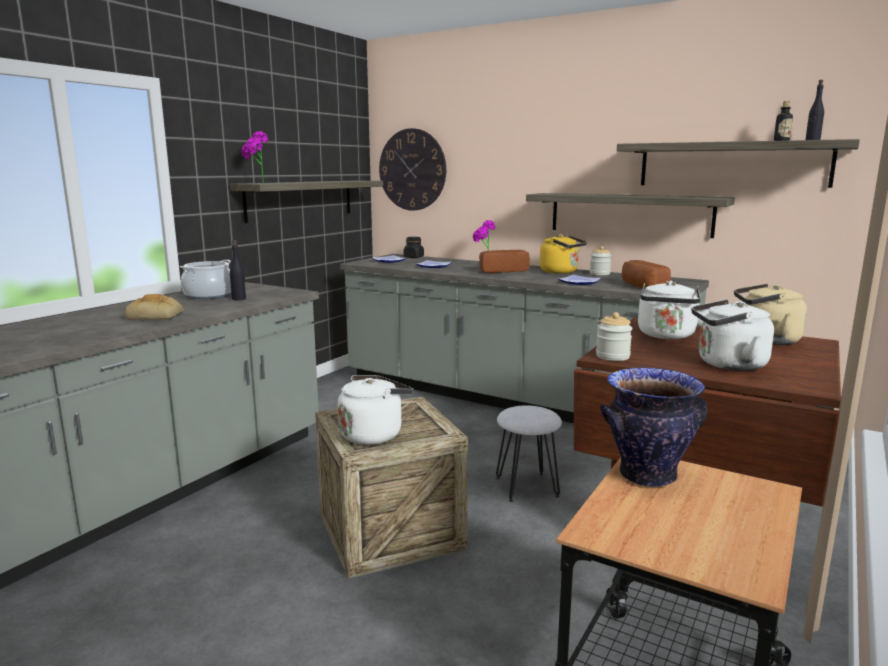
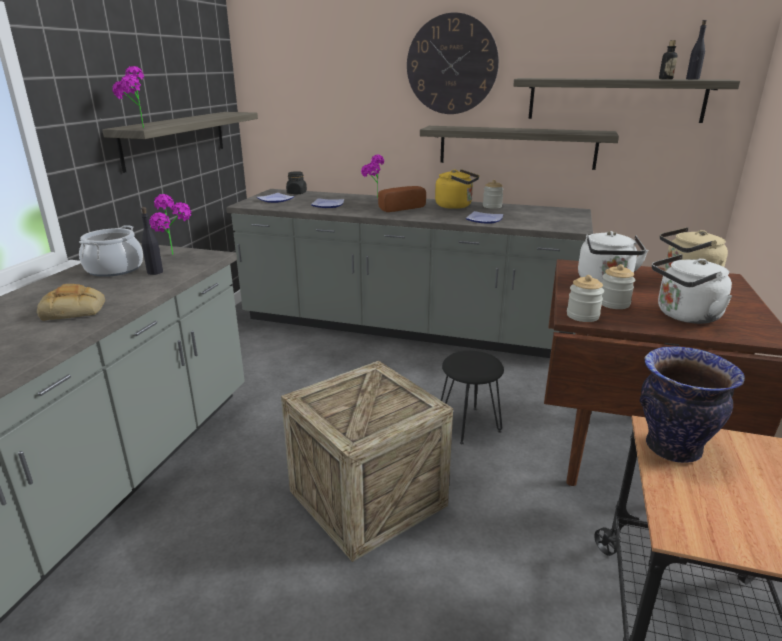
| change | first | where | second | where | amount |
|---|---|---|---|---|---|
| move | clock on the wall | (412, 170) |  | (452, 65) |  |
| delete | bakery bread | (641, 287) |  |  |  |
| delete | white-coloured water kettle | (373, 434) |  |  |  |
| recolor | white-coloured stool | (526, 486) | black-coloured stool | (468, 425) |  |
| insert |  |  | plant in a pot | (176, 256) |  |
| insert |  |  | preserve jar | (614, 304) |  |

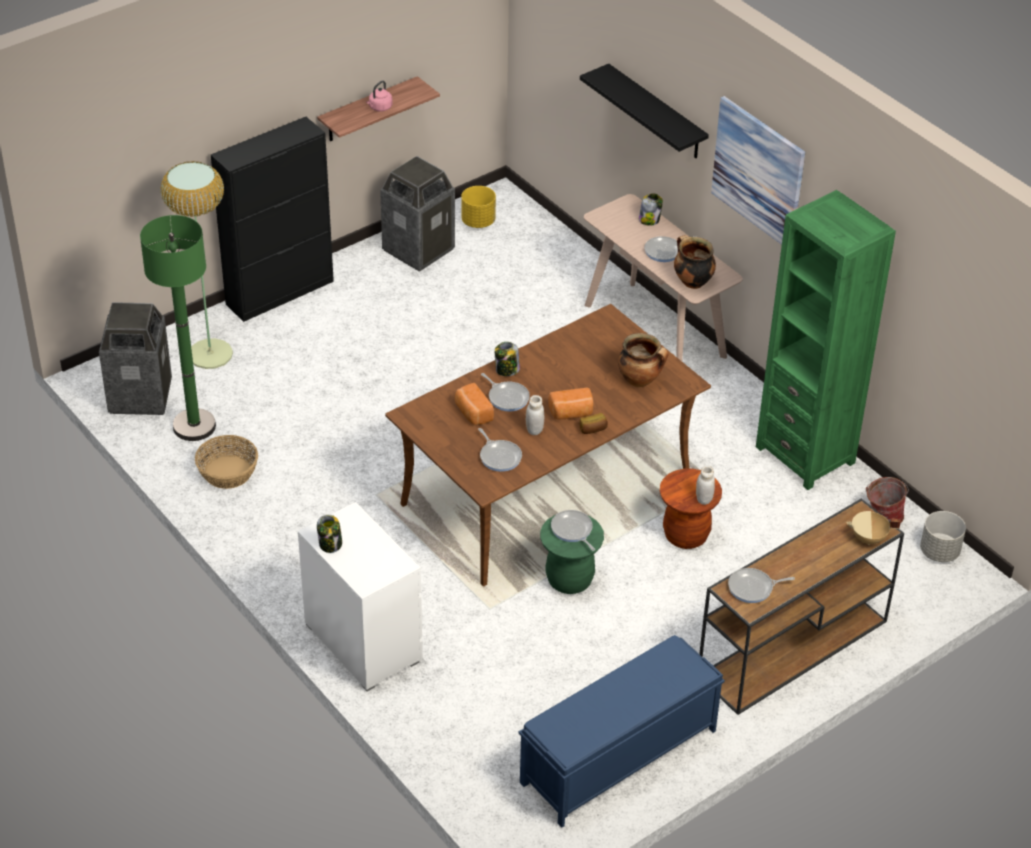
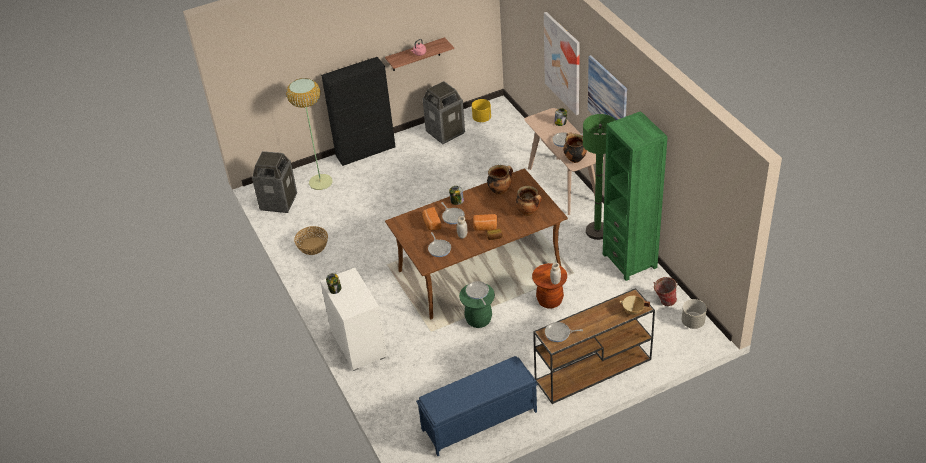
| change | first | where | second | where | amount |
|---|---|---|---|---|---|
| replace | black-coloured bracket shelf | (656, 113) | picture | (563, 63) |  |
| move | green standard lamp | (194, 426) |  | (597, 231) |  |
| insert |  |  | stockpot | (500, 190) |  |

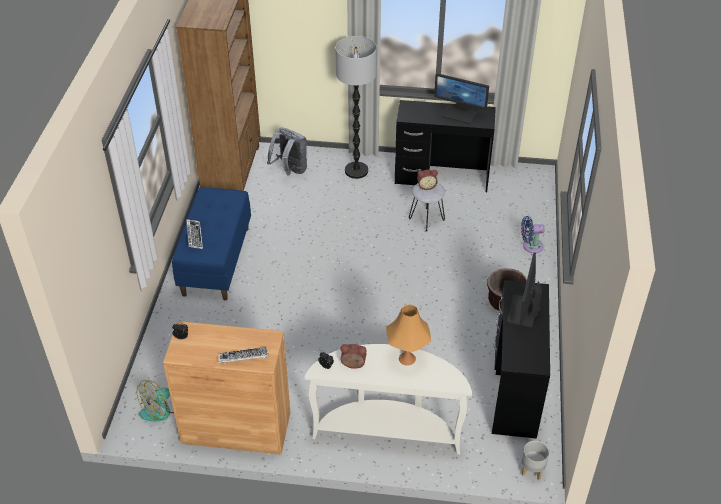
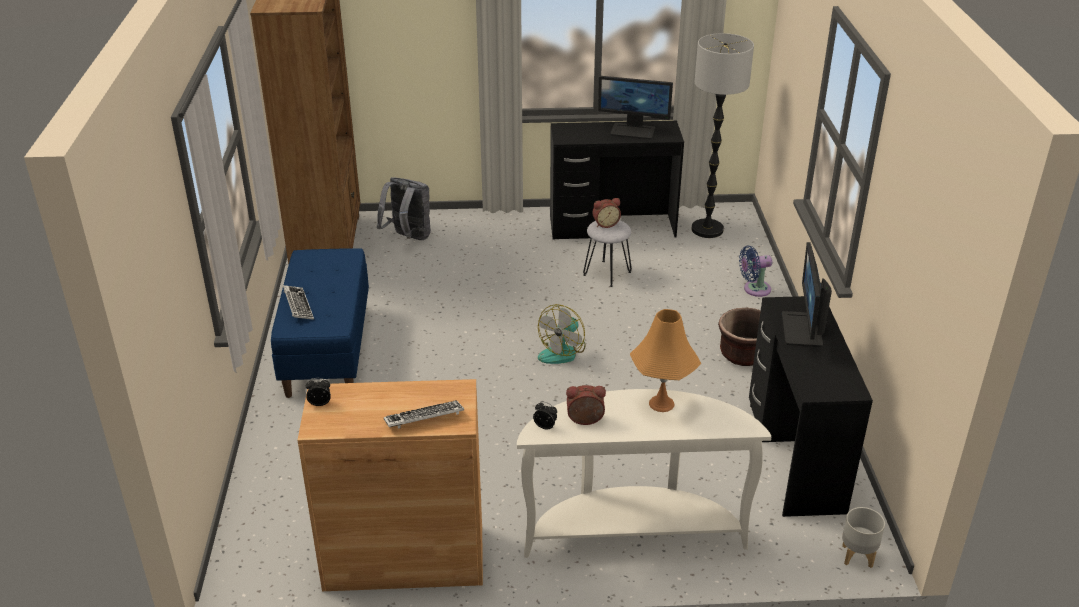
| change | first | where | second | where | amount |
|---|---|---|---|---|---|
| move | standard lamp | (356, 171) |  | (707, 229) |  |
| move | electric fan | (161, 409) |  | (562, 351) |  |

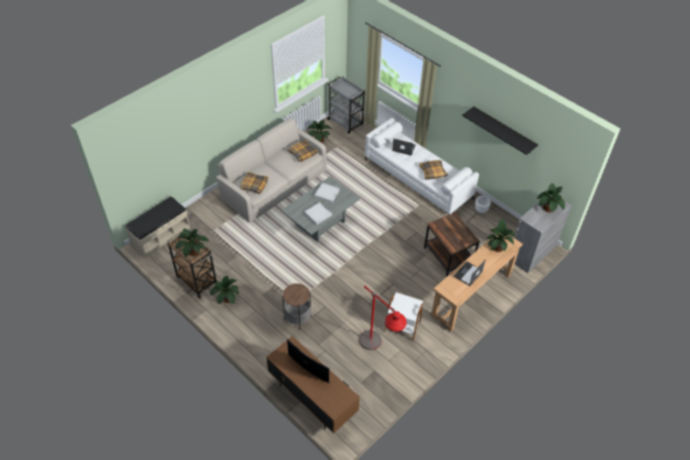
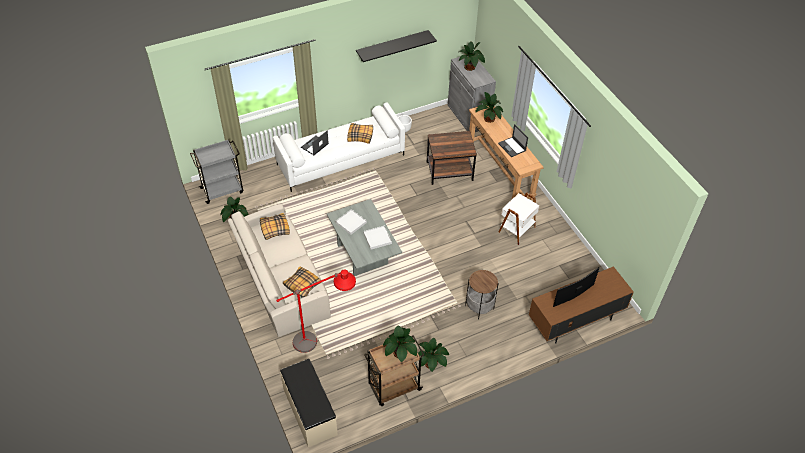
| change | first | where | second | where | amount |
|---|---|---|---|---|---|
| move | red-coloured standard lamp | (377, 353) |  | (322, 340) |  |

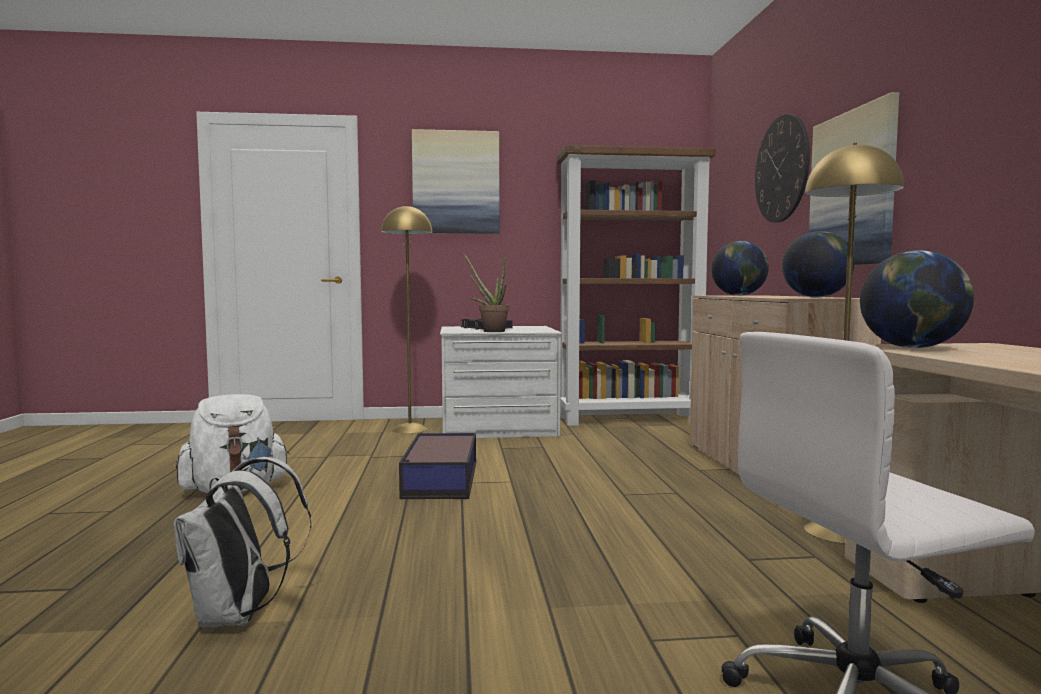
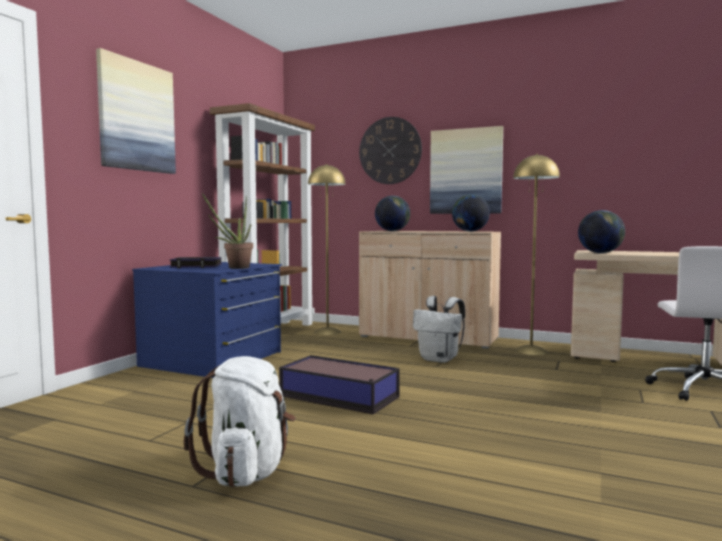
| change | first | where | second | where | amount |
|---|---|---|---|---|---|
| move | yellow standard lamp | (410, 429) |  | (327, 332) |  |
| recolor | white-coloured dresser | (498, 427) | blue dresser | (214, 359) |  |
| move | white-coloured knapsack | (239, 616) |  | (440, 359) |  |

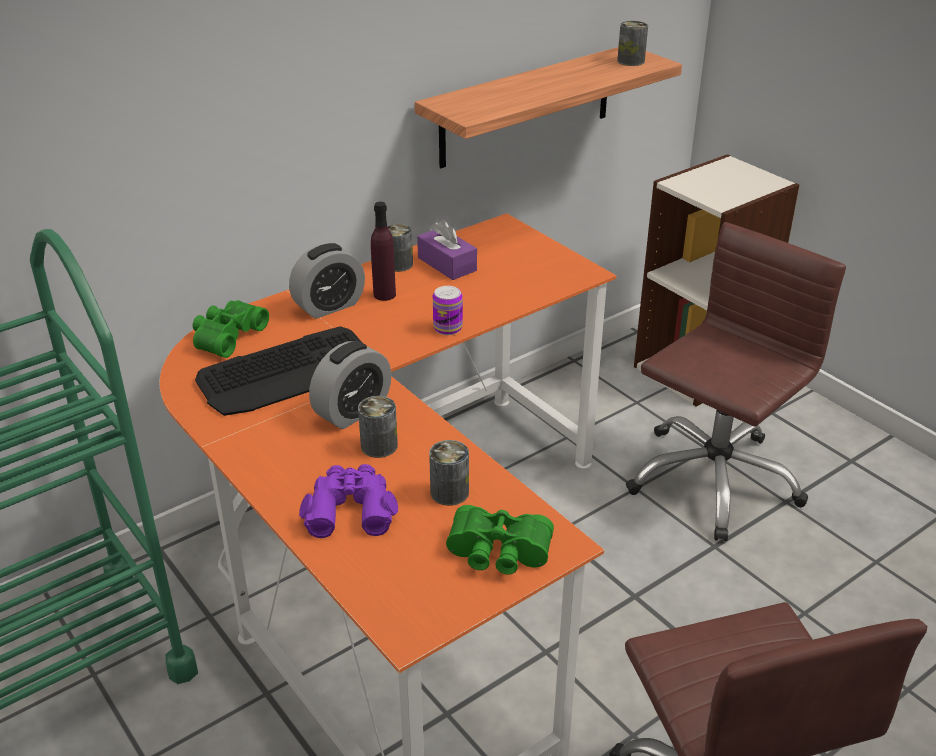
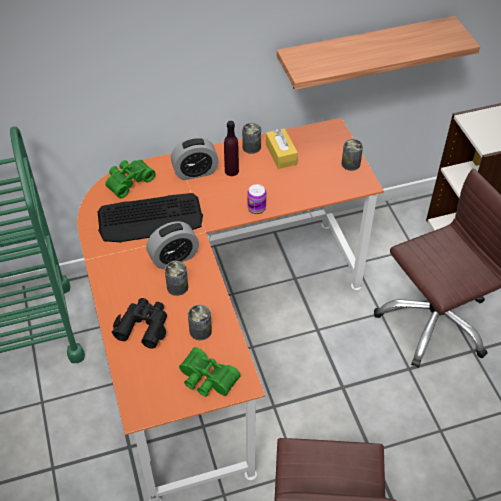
| change | first | where | second | where | amount |
|---|---|---|---|---|---|
| move | sealed can | (631, 61) |  | (350, 164) |  |
| recolor | purple tissue holder | (447, 264) | yellow tissue holder | (281, 154) |  |
| recolor | purple pair of binoculars | (350, 508) | black-coloured pair of binoculars | (143, 325) |  |

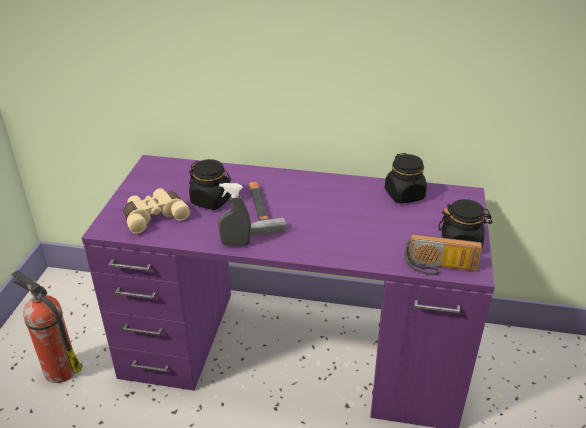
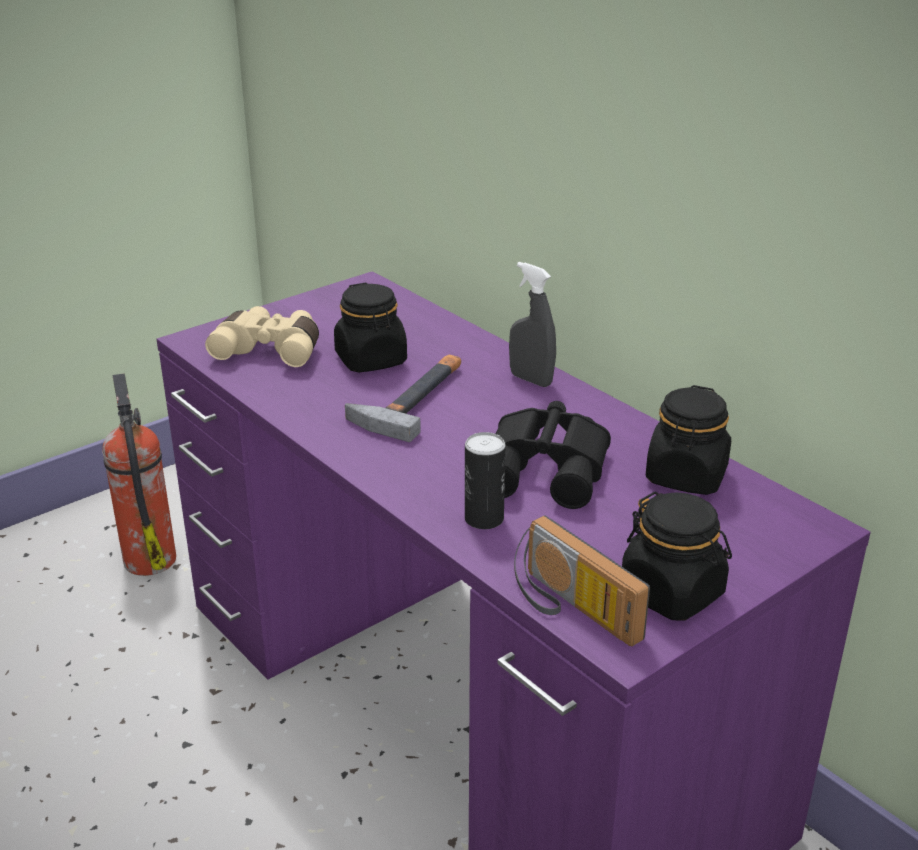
| change | first | where | second | where | amount |
|---|---|---|---|---|---|
| move | greyish spray bottle | (235, 244) |  | (531, 380) |  |
| insert |  |  | black-coloured pair of binoculars | (548, 468) |  |
| insert |  |  | sealed can | (484, 519) |  |

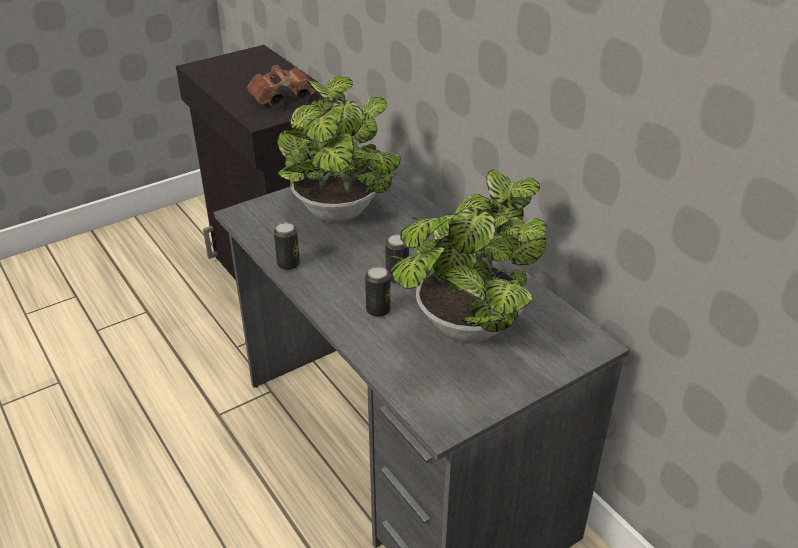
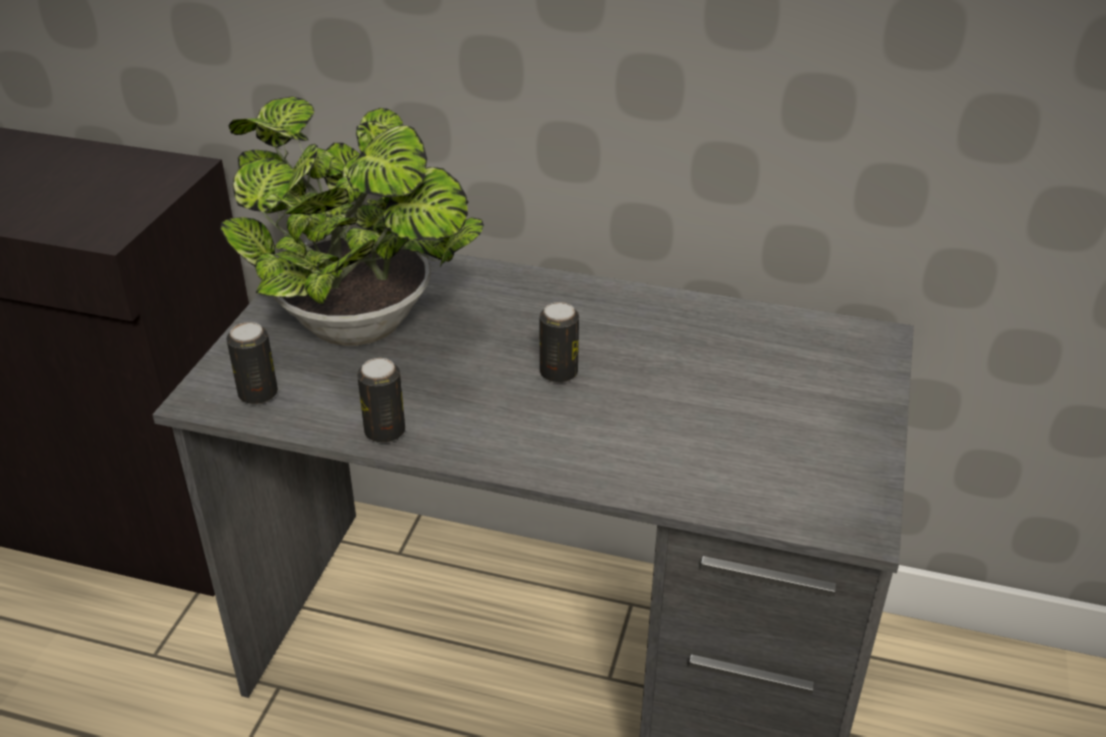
| change | first | where | second | where | amount |
|---|---|---|---|---|---|
| delete | brownish pair of binoculars | (282, 100) |  |  |  |
| delete | plant in a pot | (464, 330) |  |  |  |
| move | sealed can | (378, 310) |  | (258, 394) |  |

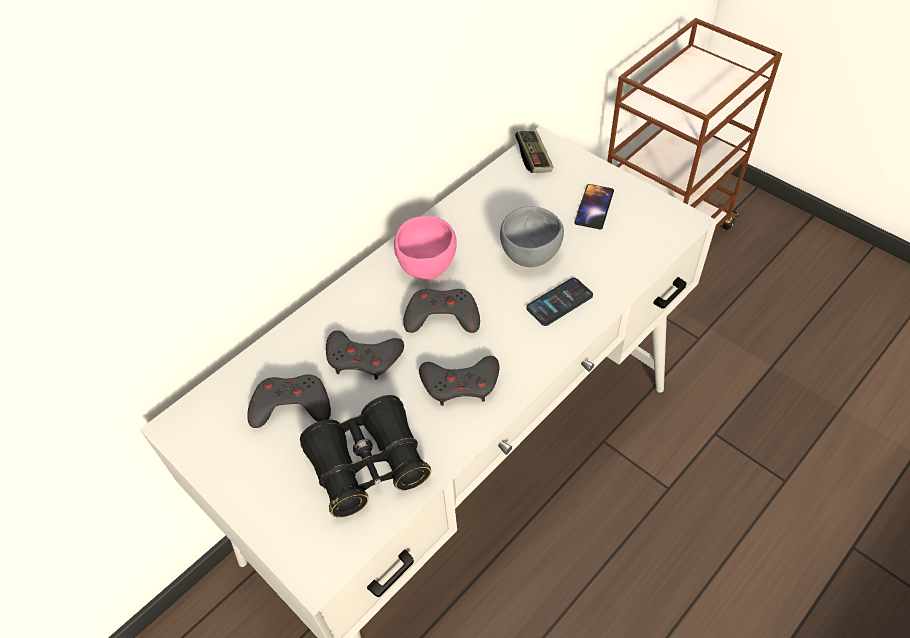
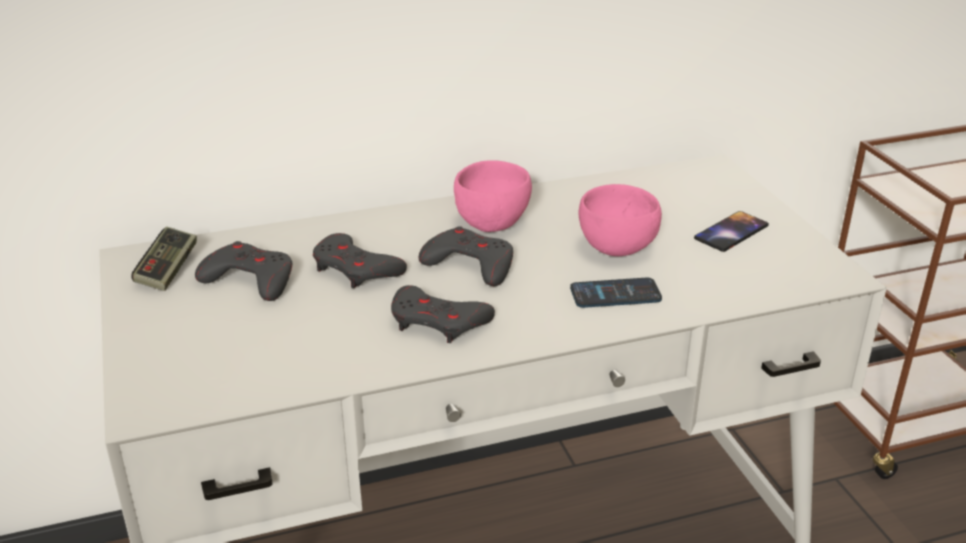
| change | first | where | second | where | amount |
|---|---|---|---|---|---|
| move | game controller | (533, 158) |  | (168, 270) |  |
| recolor | greyish deep dish | (532, 255) | pinkish deep dish | (619, 248) |  |
| delete | black-coloured pair of binoculars | (368, 465) |  |  |  |

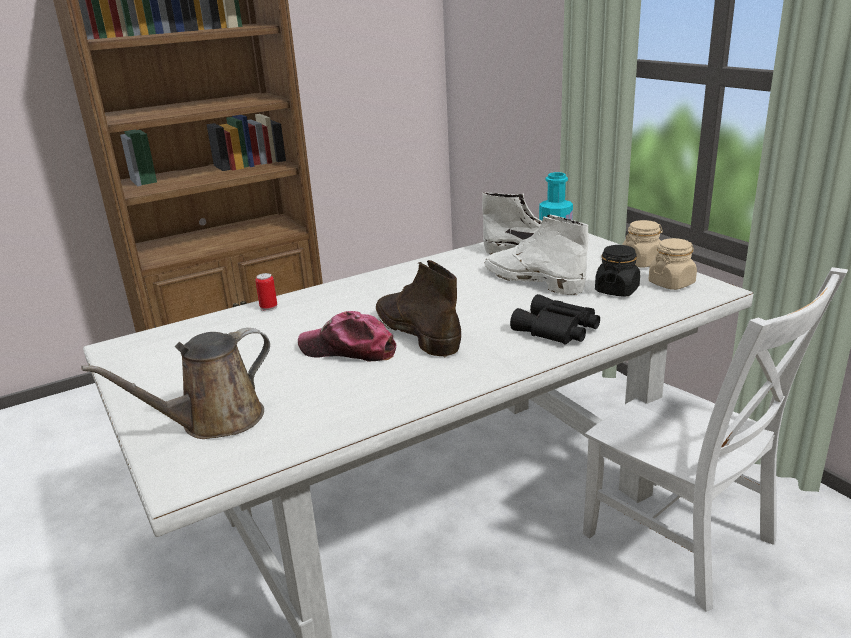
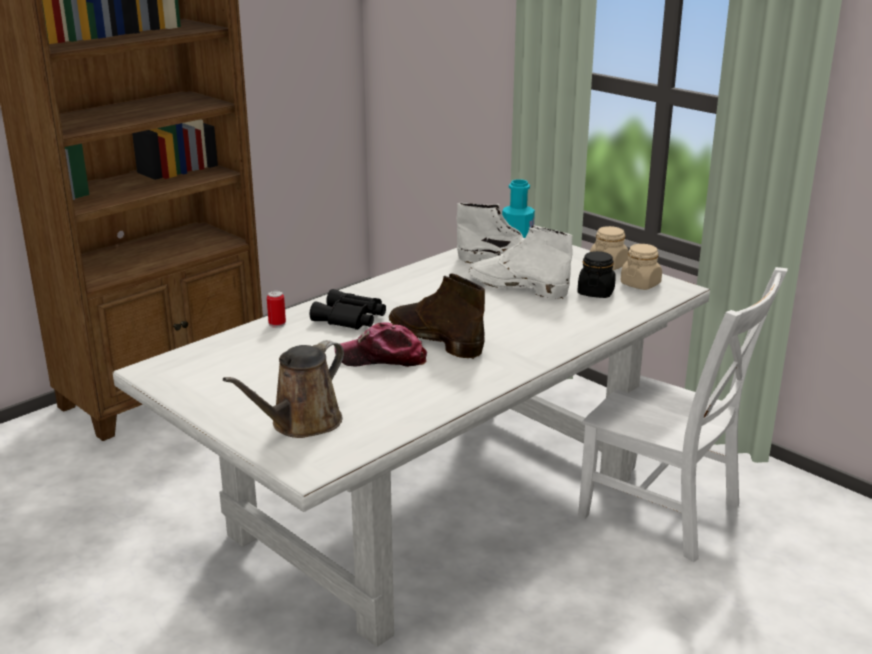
| change | first | where | second | where | amount |
|---|---|---|---|---|---|
| move | black-coloured pair of binoculars | (557, 330) |  | (350, 319) |  |

